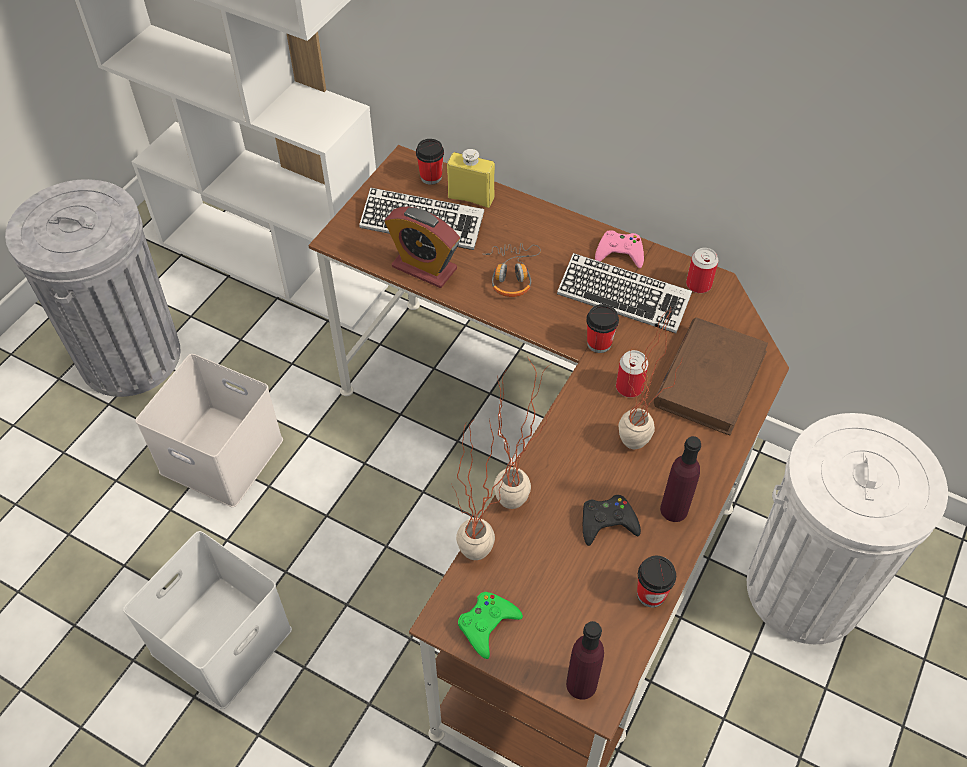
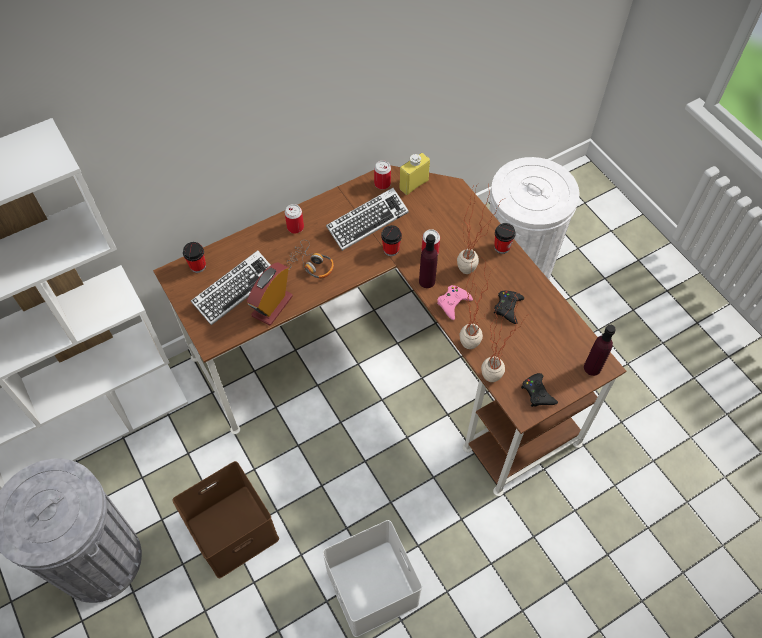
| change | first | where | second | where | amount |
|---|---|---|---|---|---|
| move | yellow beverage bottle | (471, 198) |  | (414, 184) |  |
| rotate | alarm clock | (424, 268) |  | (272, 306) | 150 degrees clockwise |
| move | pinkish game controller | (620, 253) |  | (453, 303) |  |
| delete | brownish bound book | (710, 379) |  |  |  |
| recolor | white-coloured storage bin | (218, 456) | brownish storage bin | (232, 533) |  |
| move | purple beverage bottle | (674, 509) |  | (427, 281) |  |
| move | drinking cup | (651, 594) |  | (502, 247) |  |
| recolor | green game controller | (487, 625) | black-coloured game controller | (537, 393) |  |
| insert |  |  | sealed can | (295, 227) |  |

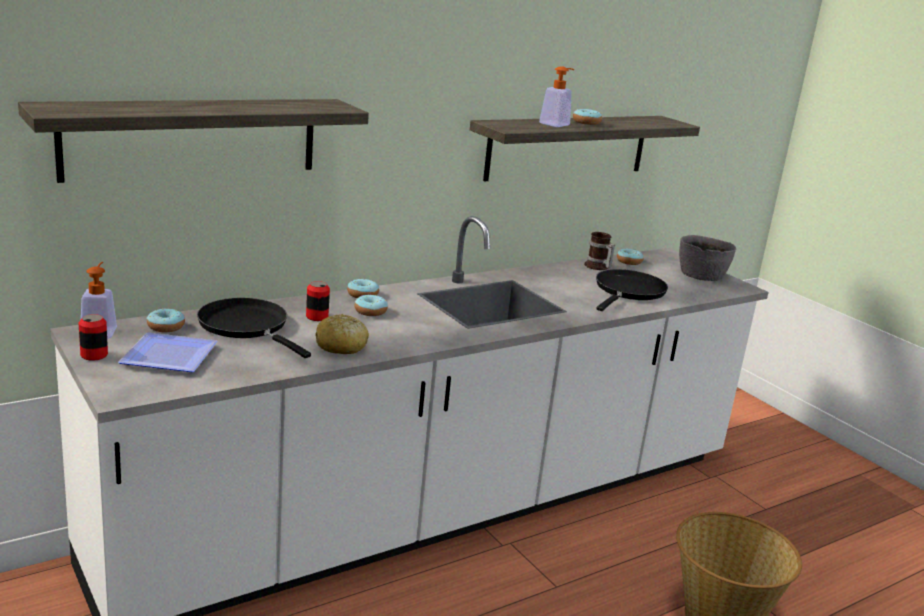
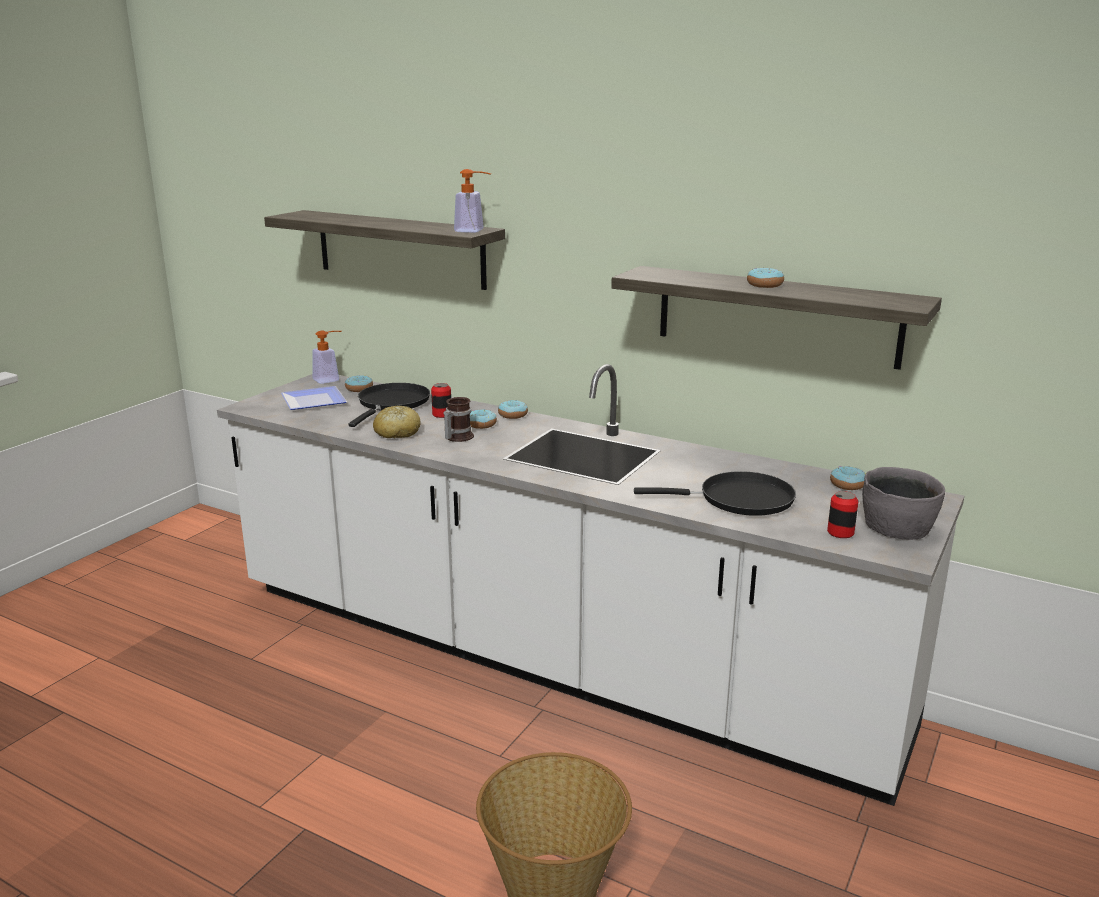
| change | first | where | second | where | amount |
|---|---|---|---|---|---|
| move | liquid soap bottle | (557, 124) |  | (474, 231) |  |
| move | coffee mug | (597, 267) |  | (456, 437) |  |
| move | sealed can | (94, 355) |  | (840, 532) |  |

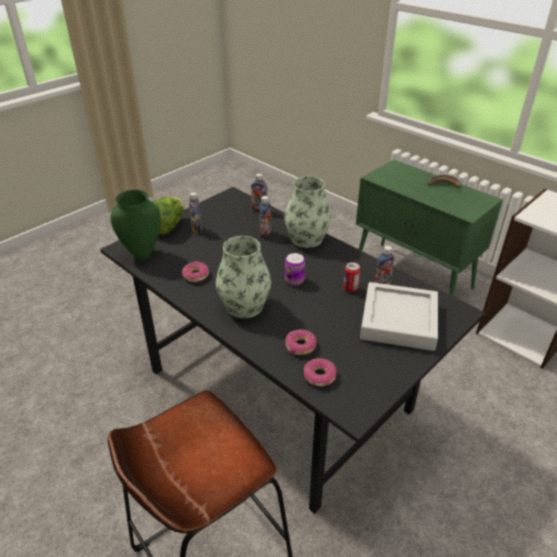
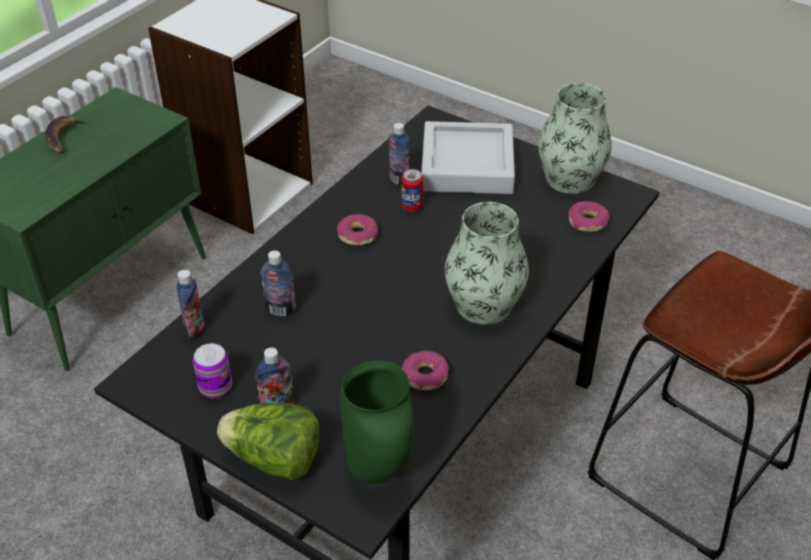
| change | first | where | second | where | amount |
|---|---|---|---|---|---|
| move | decorative vase | (306, 239) |  | (570, 179) |  |
| move | sealed can | (294, 280) |  | (215, 387) |  |
| move | donut | (301, 346) |  | (357, 235) |  |

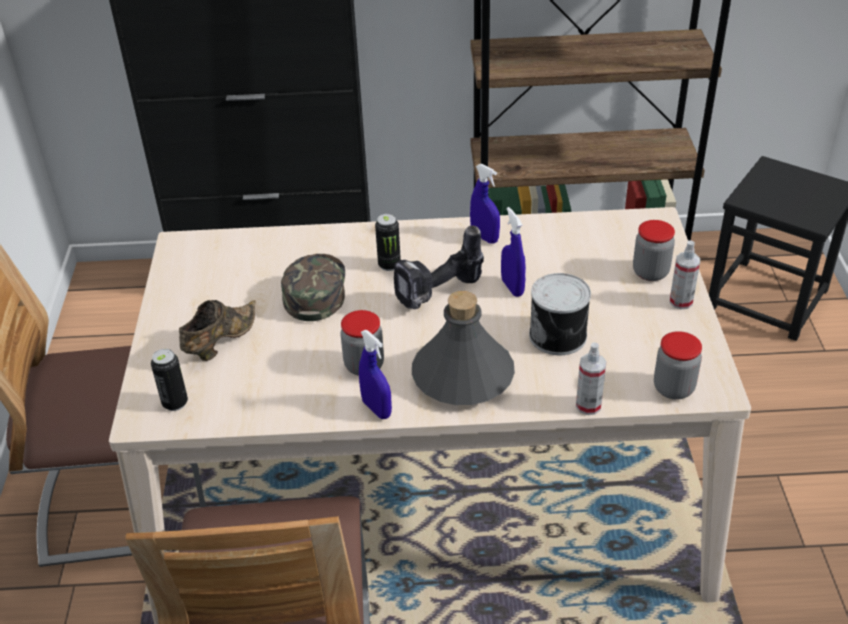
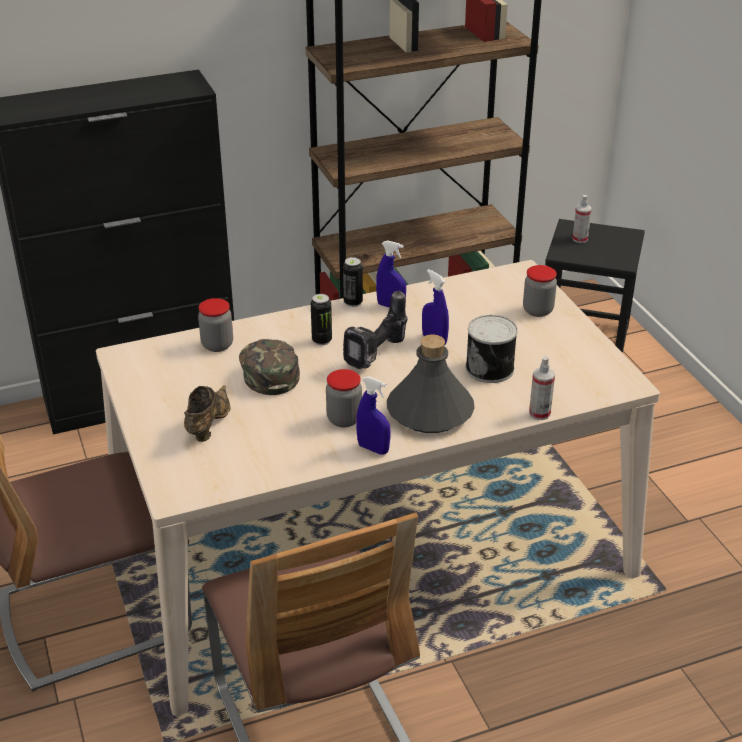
| change | first | where | second | where | amount |
|---|---|---|---|---|---|
| move | spray bottle | (681, 301) |  | (580, 239) |  |
| move | preserve jar | (673, 388) |  | (217, 345) |  |
| move | sealed can | (175, 403) |  | (353, 302) |  |

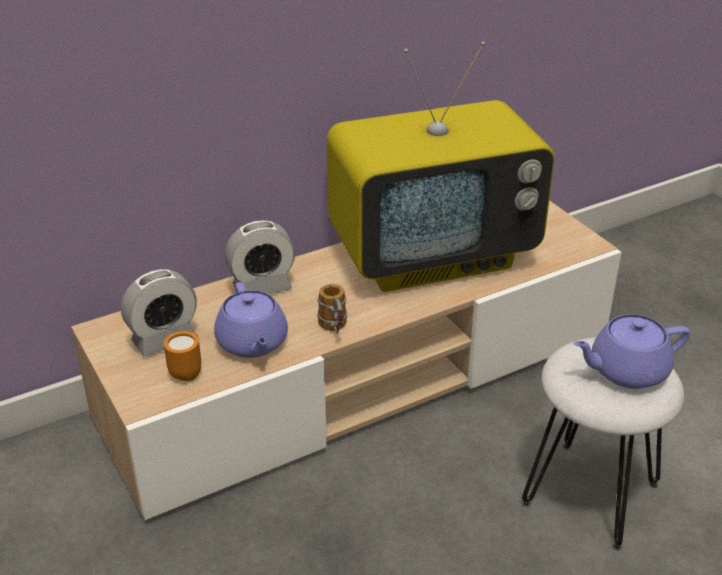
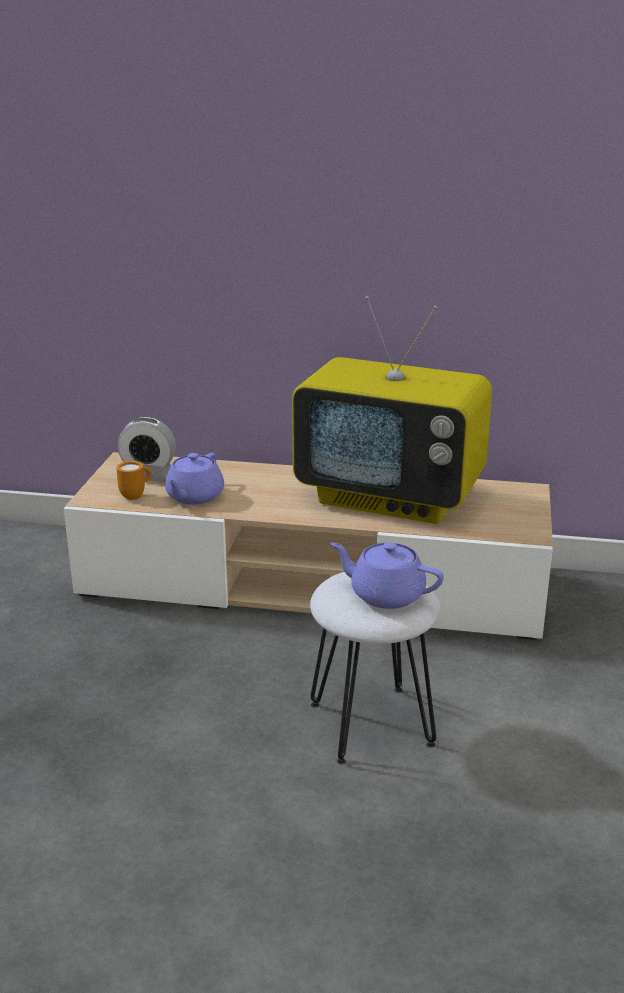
| change | first | where | second | where | amount |
|---|---|---|---|---|---|
| delete | alarm clock | (262, 287) |  |  |  |
| delete | coffee mug | (335, 330) |  |  |  |

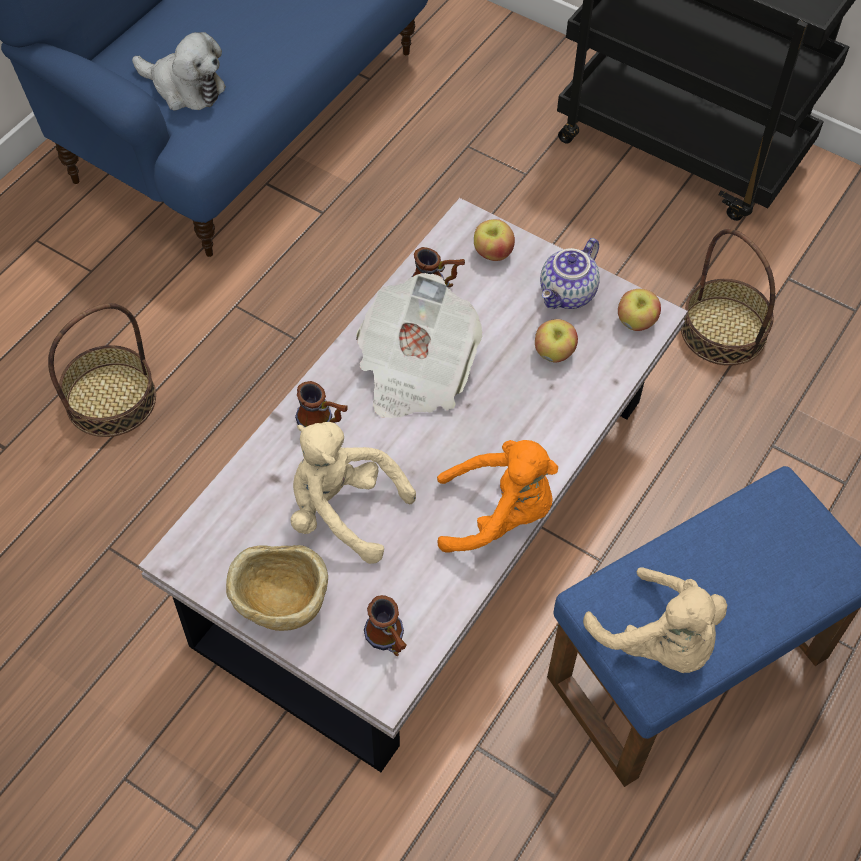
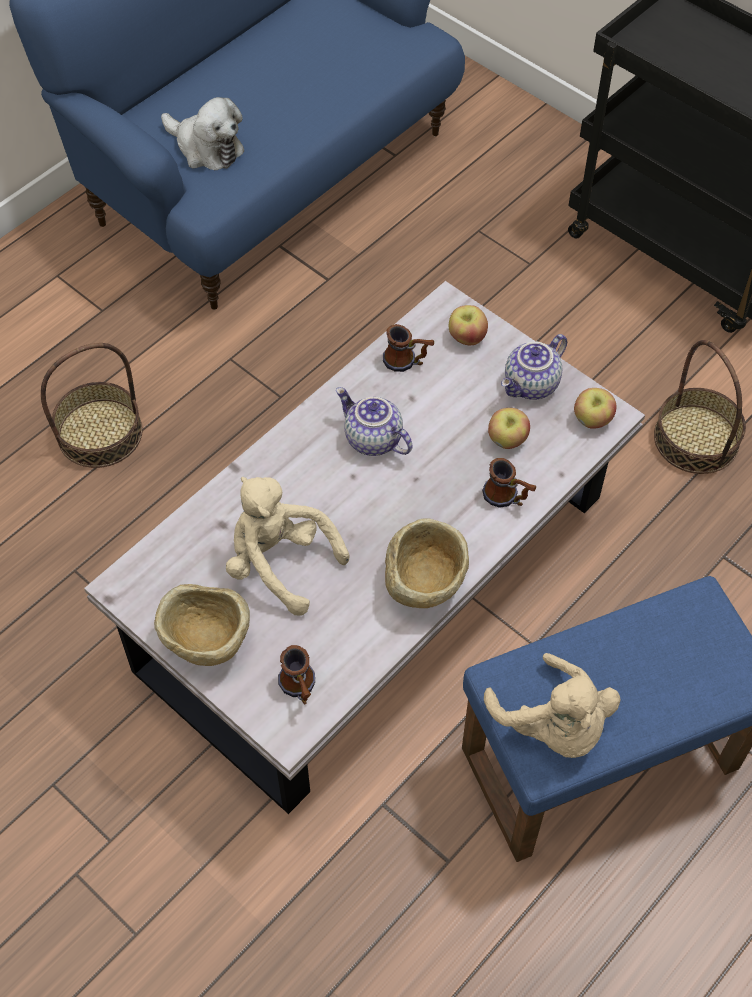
| change | first | where | second | where | amount |
|---|---|---|---|---|---|
| replace | printed paper | (415, 370) | tea pot | (372, 440) |  |
| move | coffee mug | (323, 422) |  | (507, 498) |  |
| replace | orange cuddly toy | (498, 514) | beige-coloured deep dish | (425, 586) |  |

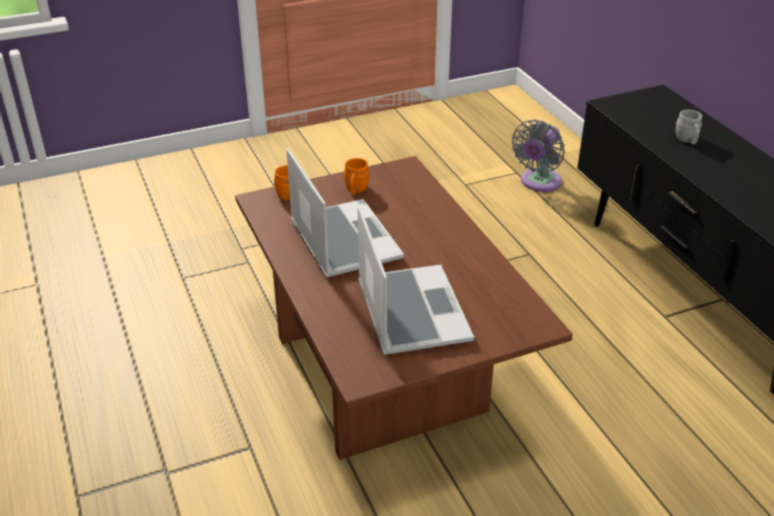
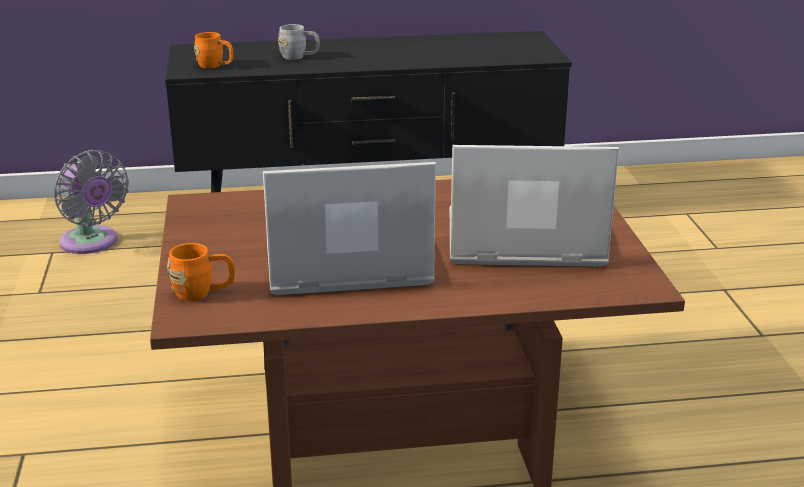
| change | first | where | second | where | amount |
|---|---|---|---|---|---|
| move | orange coffee mug | (355, 190) |  | (215, 66) |  |

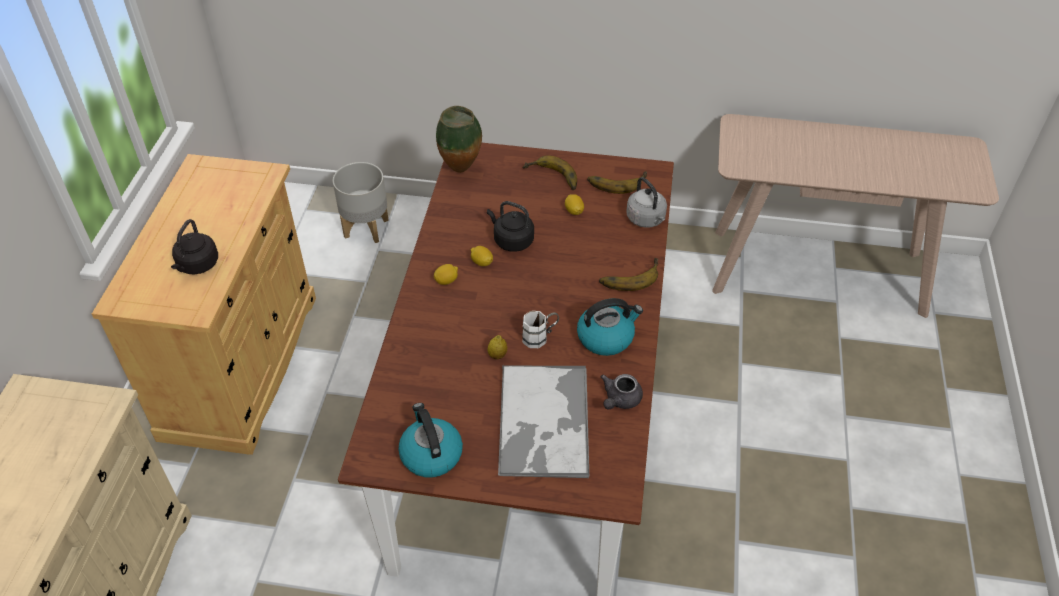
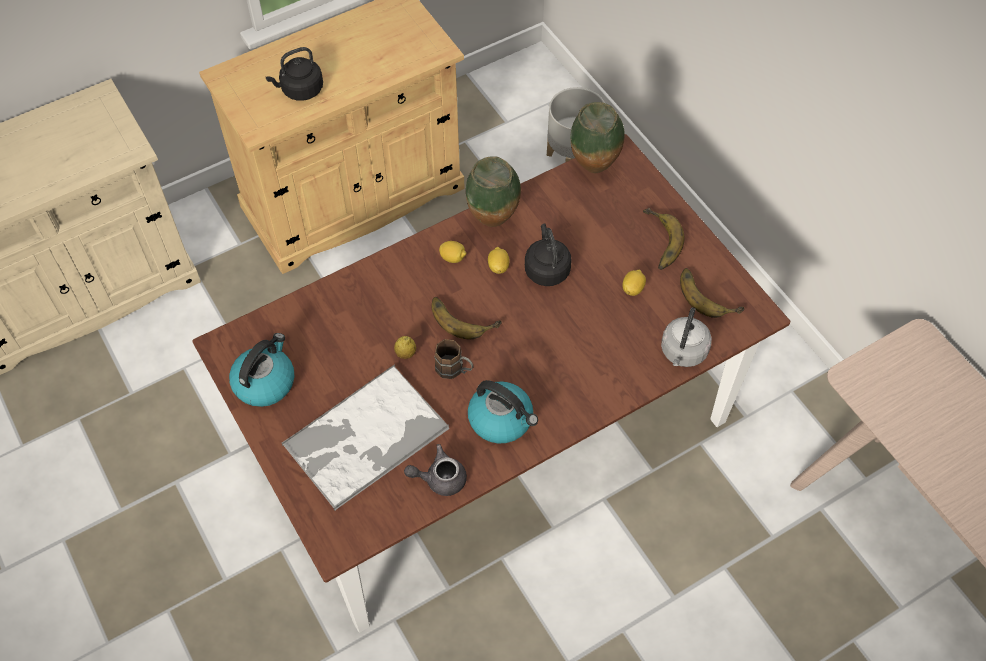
| change | first | where | second | where | amount |
|---|---|---|---|---|---|
| move | whole banana | (629, 276) |  | (463, 316) |  |
| recolor | white-coloured coffee mug | (540, 337) | brownish coffee mug | (455, 370) |  |
| insert |  |  | decorative vase | (494, 223) |  |

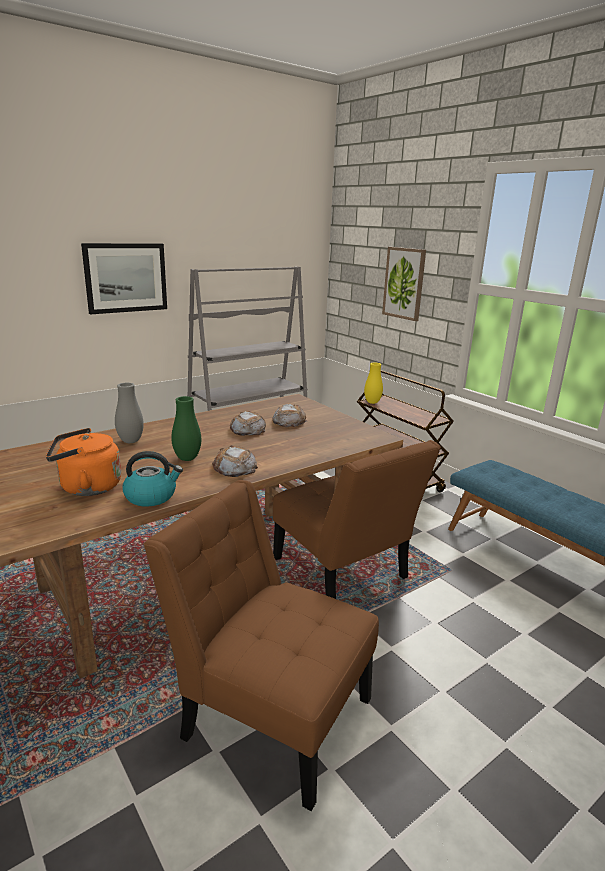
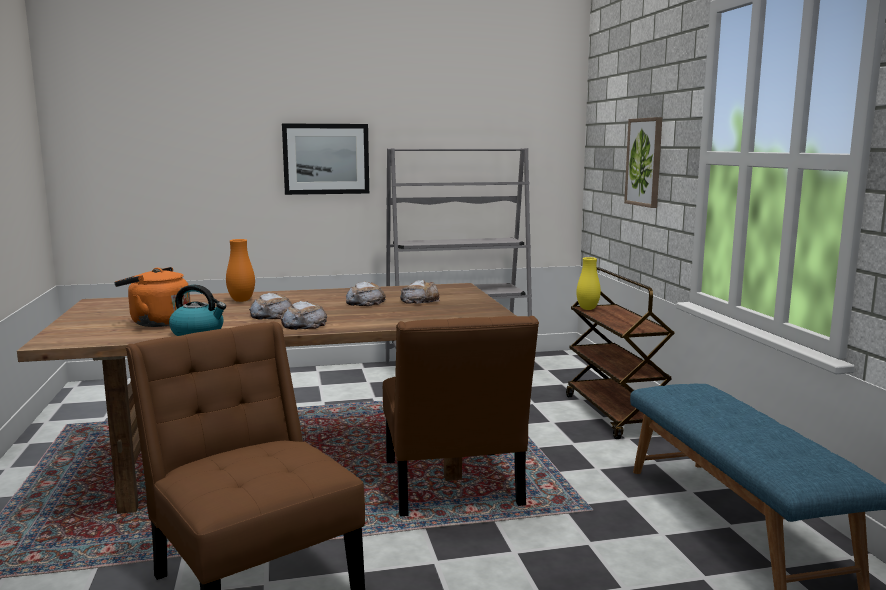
| change | first | where | second | where | amount |
|---|---|---|---|---|---|
| recolor | greyish decorative vase | (130, 441) | orange decorative vase | (241, 300) |  |
| replace | green decorative vase | (187, 458) | bakery bread | (271, 315) |  |

